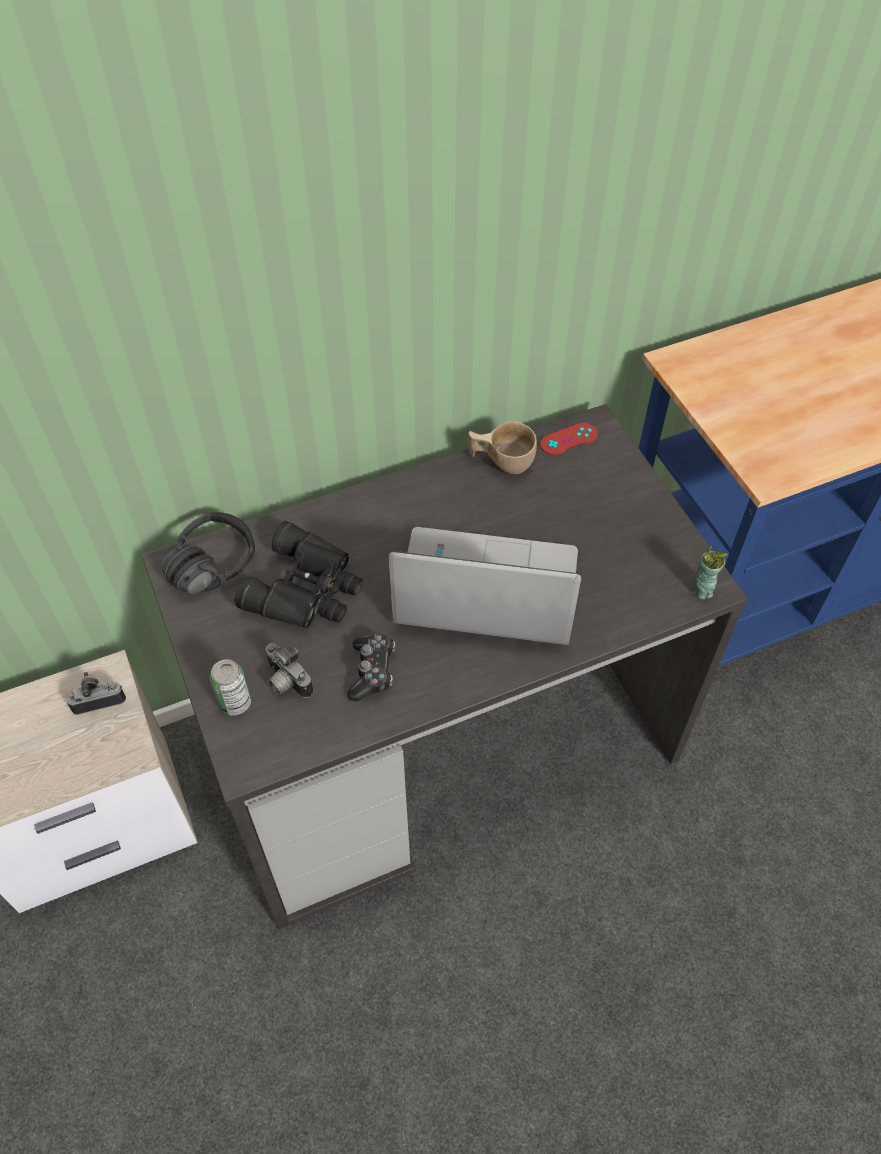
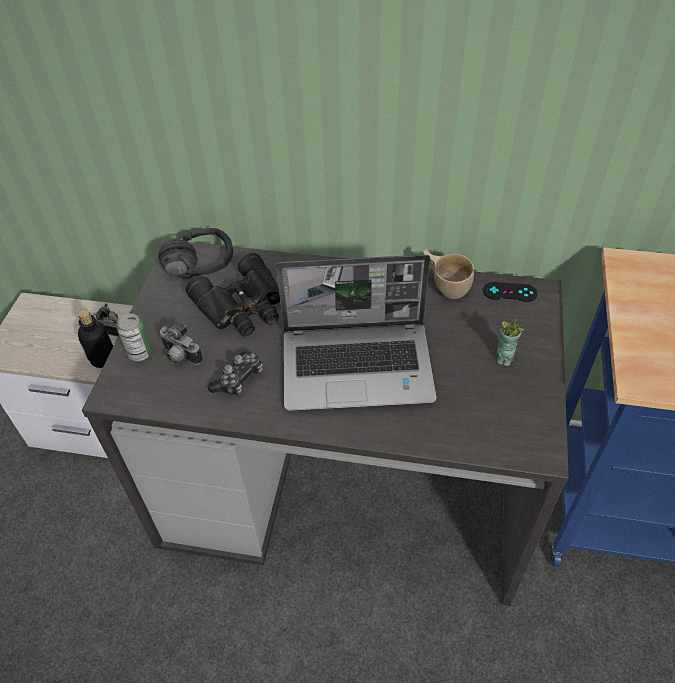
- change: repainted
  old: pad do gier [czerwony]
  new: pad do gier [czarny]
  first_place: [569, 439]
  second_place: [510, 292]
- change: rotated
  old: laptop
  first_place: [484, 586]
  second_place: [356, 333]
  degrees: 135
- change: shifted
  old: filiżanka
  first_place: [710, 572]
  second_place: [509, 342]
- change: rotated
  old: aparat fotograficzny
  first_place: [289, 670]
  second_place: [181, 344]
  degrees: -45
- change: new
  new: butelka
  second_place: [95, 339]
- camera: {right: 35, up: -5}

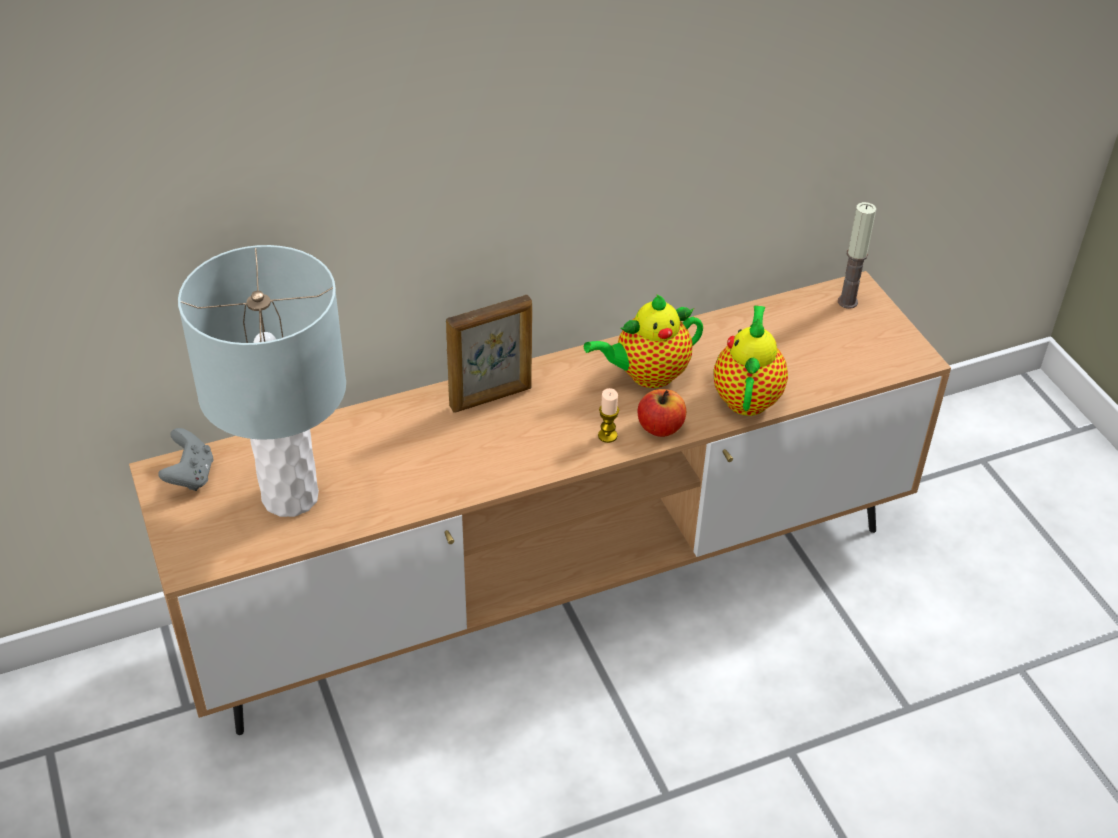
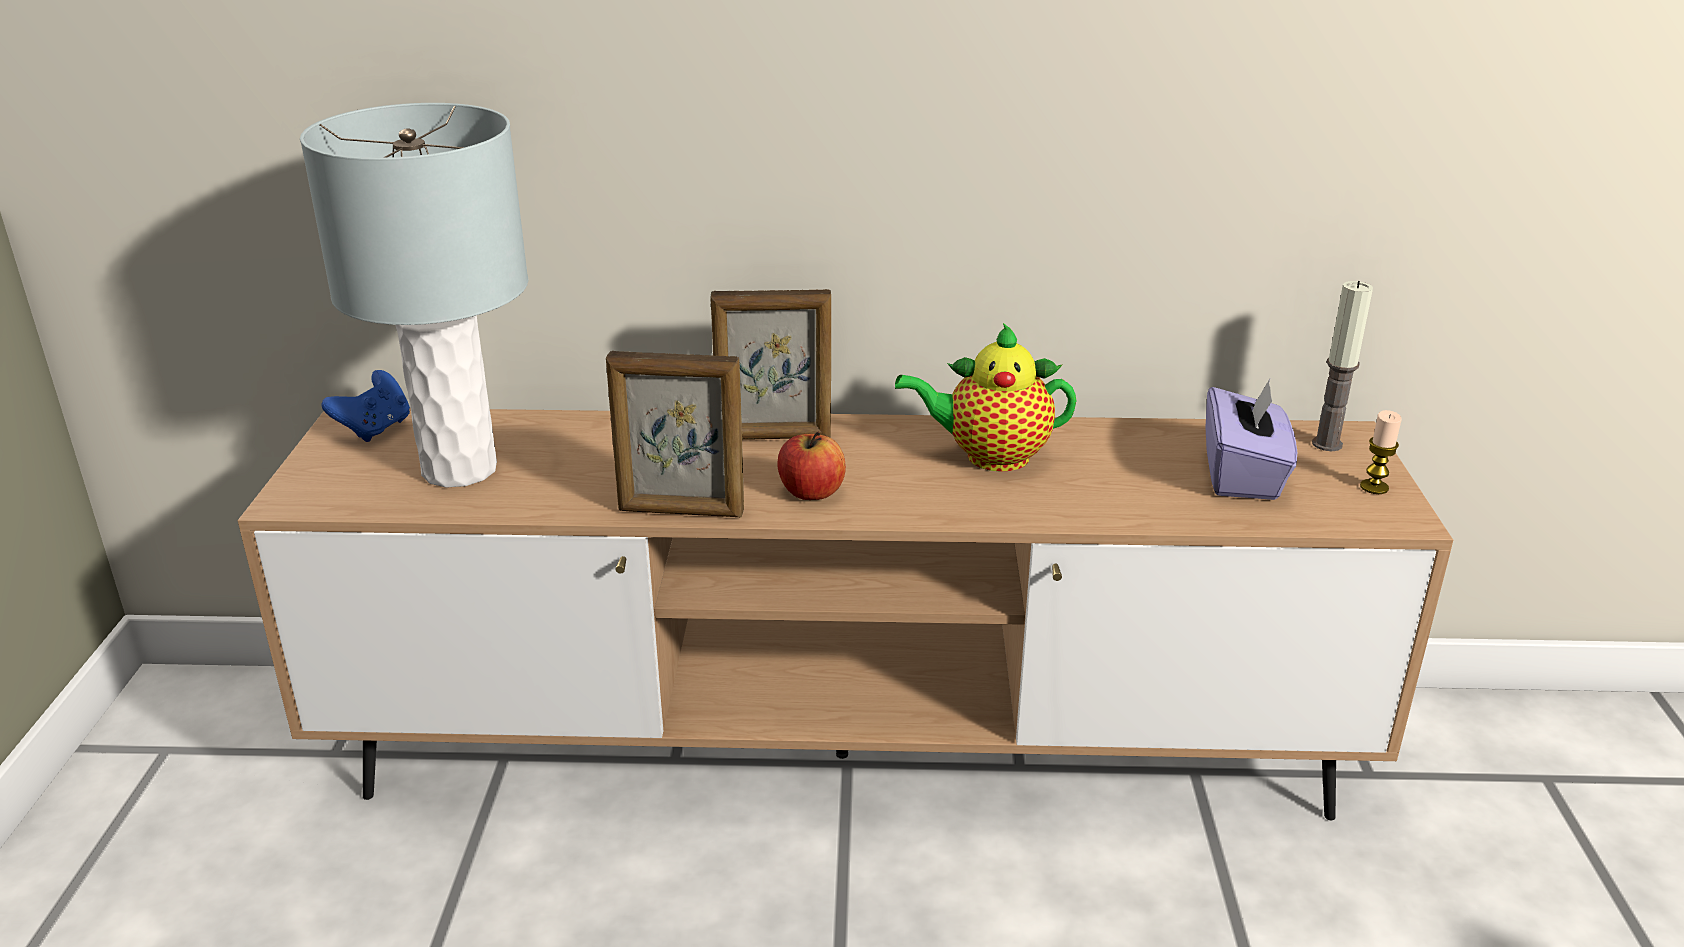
- change: gone
  old: imbryk
  first_place: [751, 360]
- change: shifted
  old: świeca
  first_place: [608, 415]
  second_place: [1381, 452]
- change: shifted
  old: jabłko
  first_place: [662, 413]
  second_place: [811, 466]
- change: repainted
  old: pad do gier [szary]
  new: pad do gier [niebieski]
  first_place: [185, 459]
  second_place: [365, 406]
- change: new
  new: ramka na zdjęcie
  second_place: [675, 434]
- change: new
  new: pudełko chusteczek [fioletowy]
  second_place: [1251, 439]
- camera: {right: 25, up: -15}

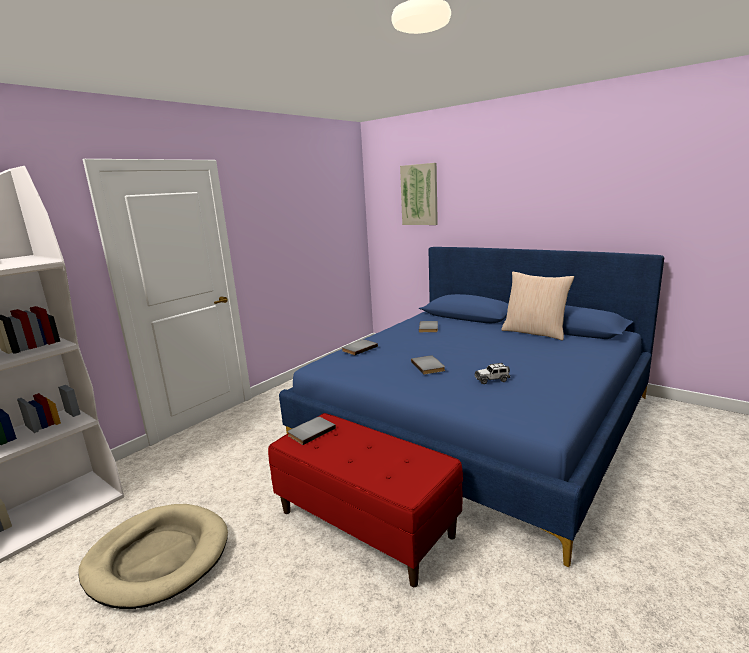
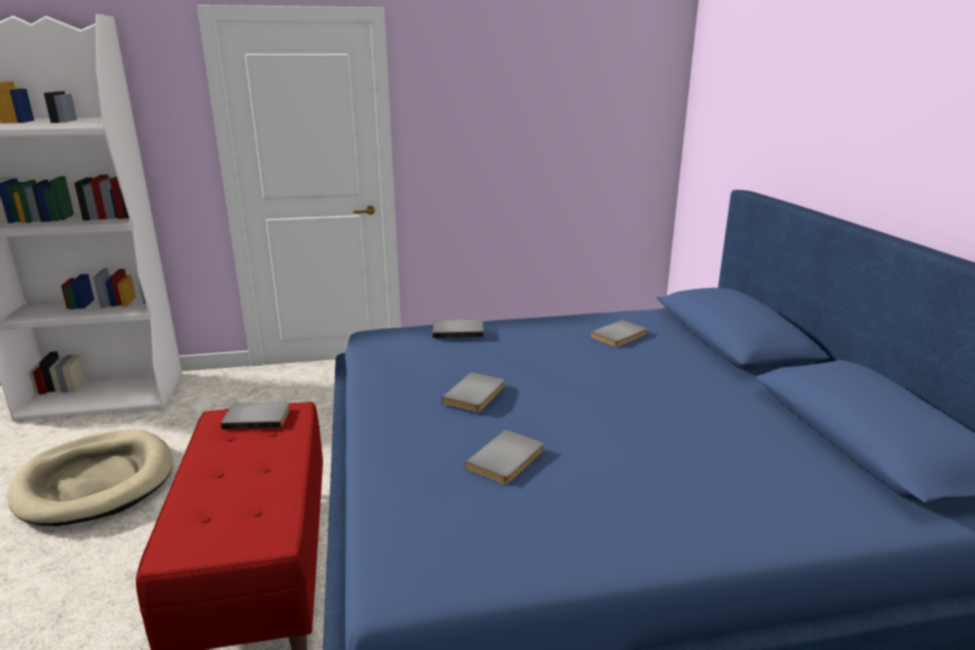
- change: gone
  old: obraz
  first_place: [419, 194]
- change: gone
  old: poduszka [beżowy]
  first_place: [537, 306]
- change: swapped
  old: samochodzik
  new: książka [szary]
  first_place: [492, 373]
  second_place: [504, 457]
- camera: {right: 40, up: 5}

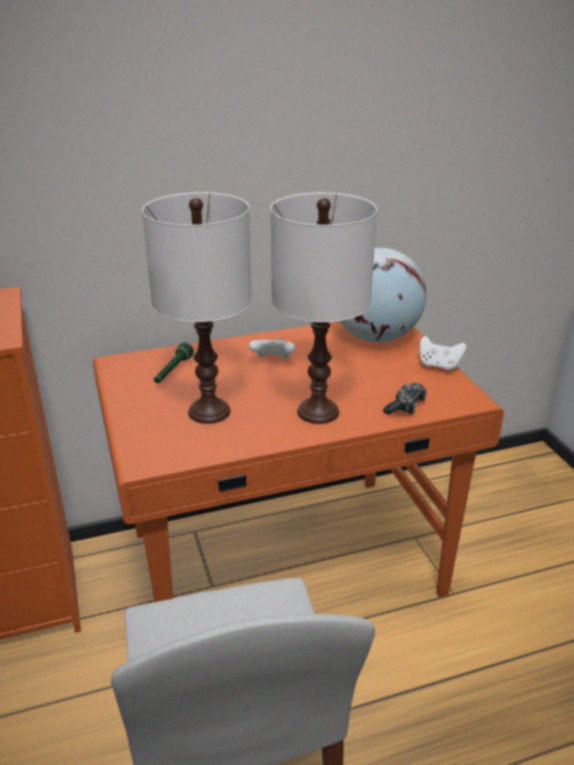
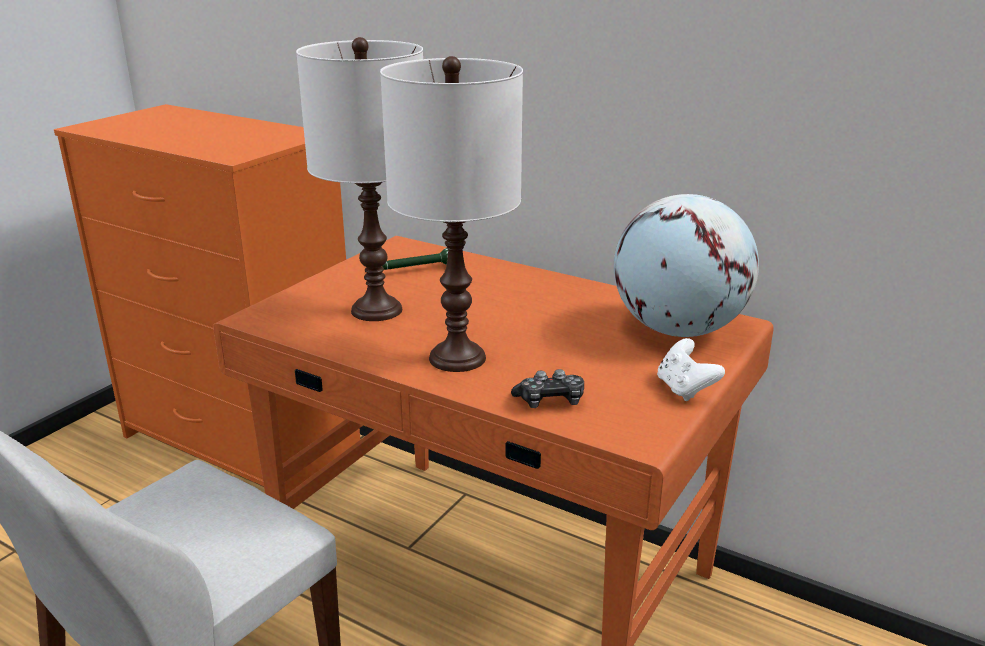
- change: gone
  old: pad do gier [biały]
  first_place: [272, 348]
- camera: {right: 50, up: -5}

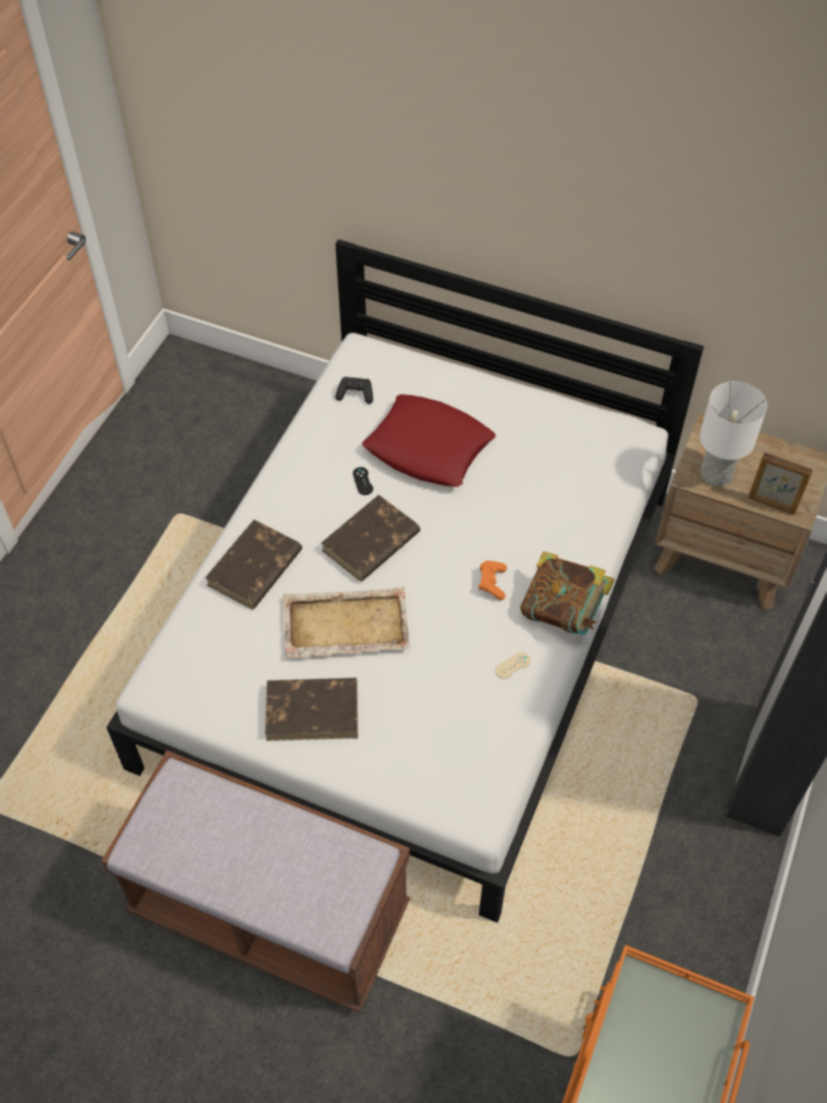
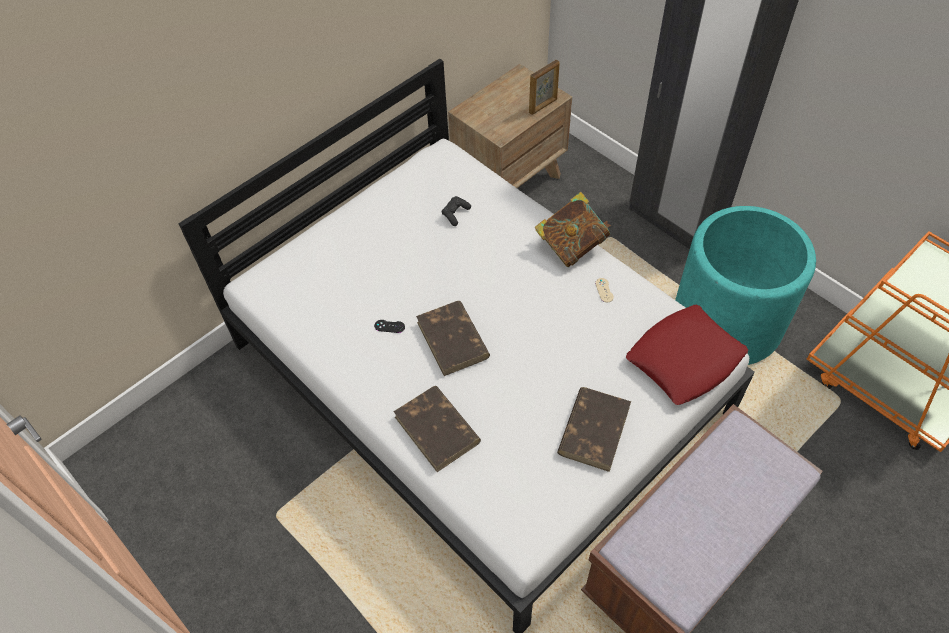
- change: shifted
  old: pad do gier [czarny]
  first_place: [354, 390]
  second_place: [456, 211]
- change: gone
  old: lampa stołowa [biały]
  first_place: [733, 433]
- change: shifted
  old: poduszka [czerwony]
  first_place: [429, 440]
  second_place: [687, 354]
- change: gone
  old: pad do gier [pomarańczowy]
  first_place: [493, 580]
- change: gone
  old: taca [beżowy]
  first_place: [346, 622]
- change: new
  new: donica [turkusowy]
  second_place: [745, 285]
- camera: {right: -65, up: 0}

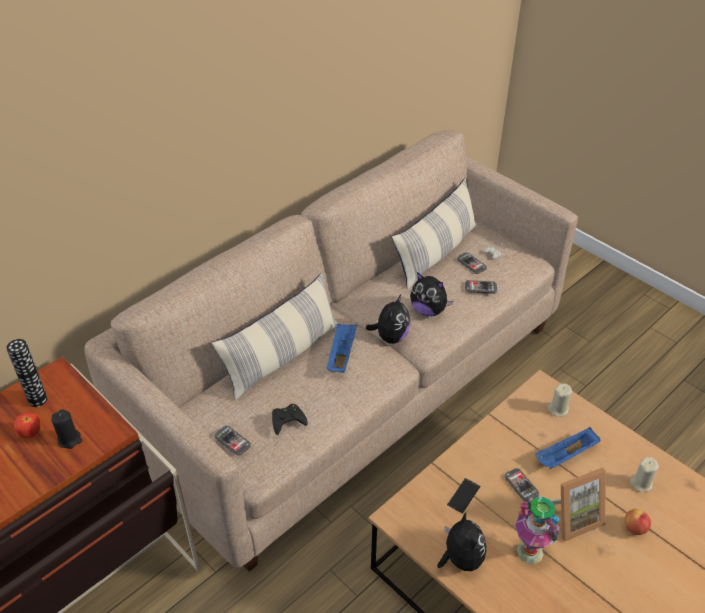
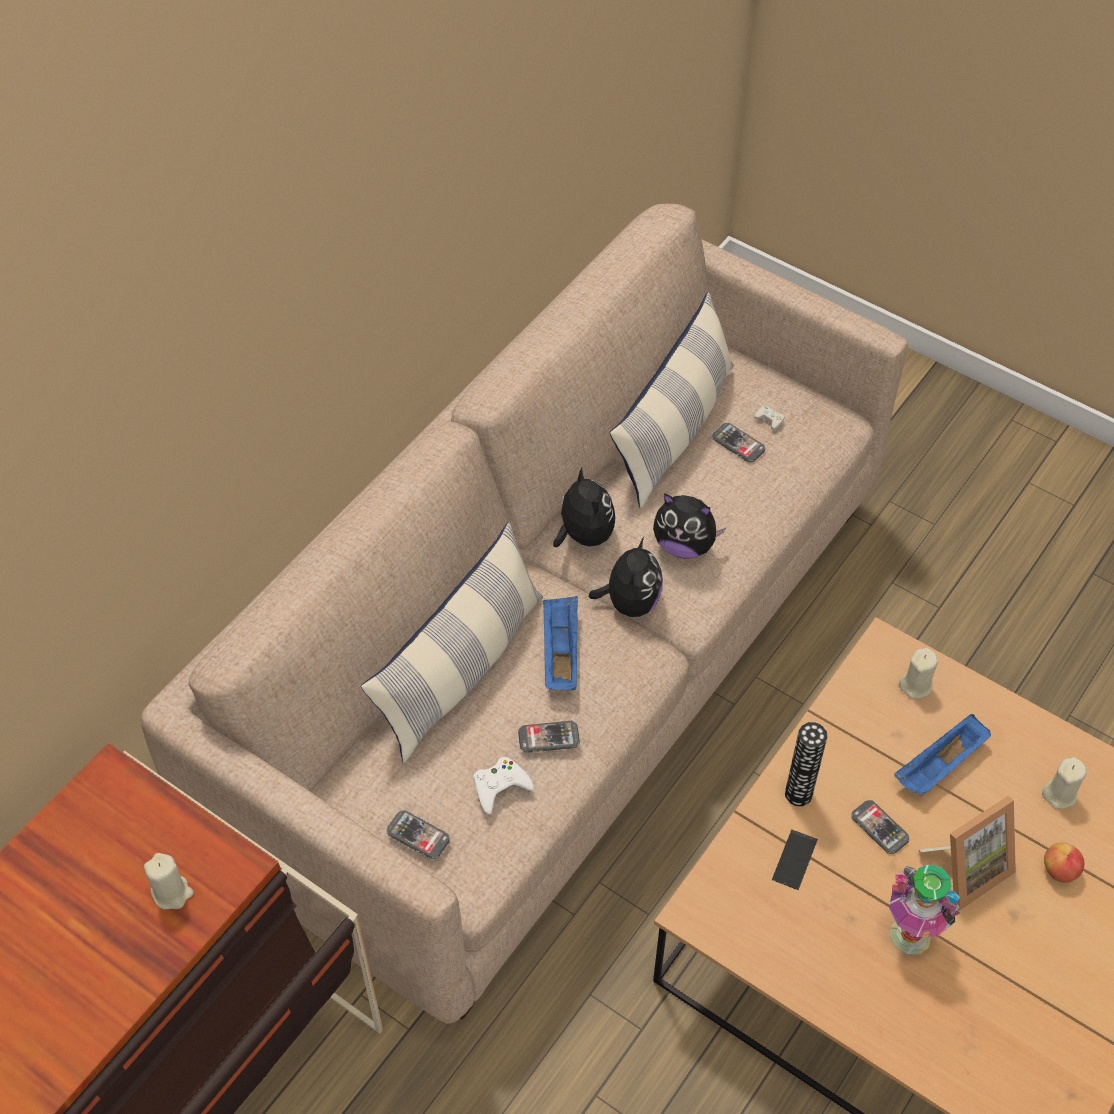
- change: shifted
  old: telefon
  first_place: [481, 287]
  second_place: [549, 737]
- change: shifted
  old: wazon
  first_place: [26, 373]
  second_place: [806, 764]
- change: repainted
  old: pad do gier [czarny]
  new: pad do gier [biały]
  first_place: [290, 419]
  second_place: [503, 785]
- change: repainted
  old: świeca [czarny]
  new: świeca [beżowy]
  first_place: [66, 429]
  second_place: [168, 881]
- change: gone
  old: jabłko
  first_place: [27, 425]
- change: shifted
  old: pluszak
  first_place: [461, 541]
  second_place: [584, 507]
- camera: {right: -10, up: 10}

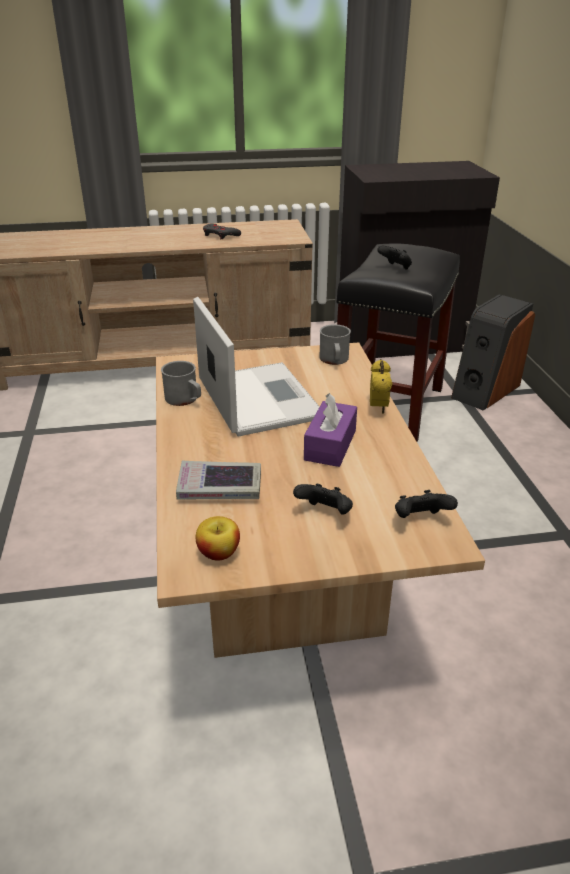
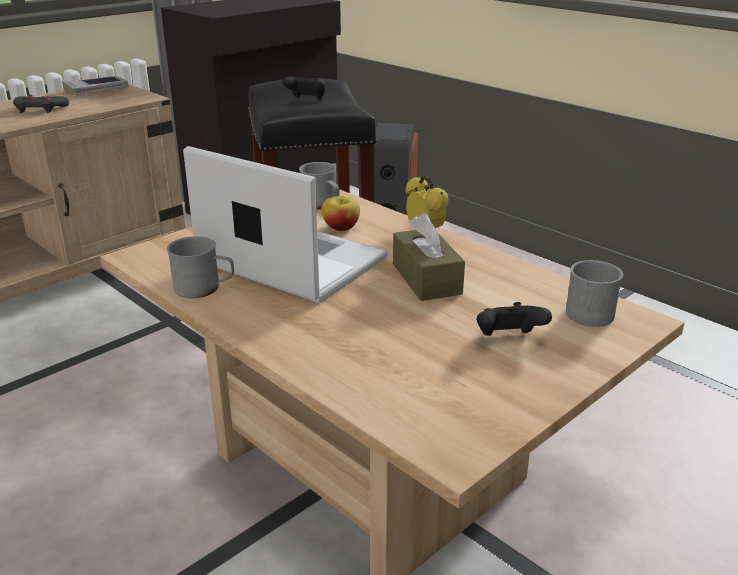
- change: repainted
  old: pudełko chusteczek [fioletowy]
  new: pudełko chusteczek [brązowy]
  first_place: [330, 430]
  second_place: [429, 257]
- change: shifted
  old: książka
  first_place: [218, 480]
  second_place: [95, 85]
- change: swapped
  old: pad do gier [czarny]
  new: kubek [szary]
  first_place: [426, 504]
  second_place: [594, 293]
- change: shifted
  old: jabłko
  first_place: [217, 538]
  second_place: [340, 213]
- camera: {right: -35, up: -5}

